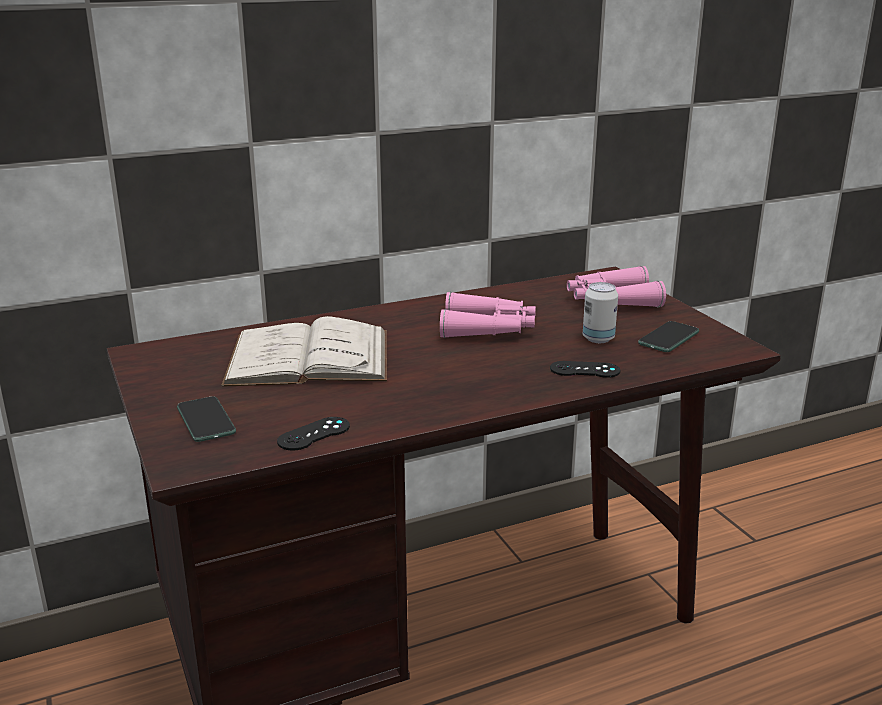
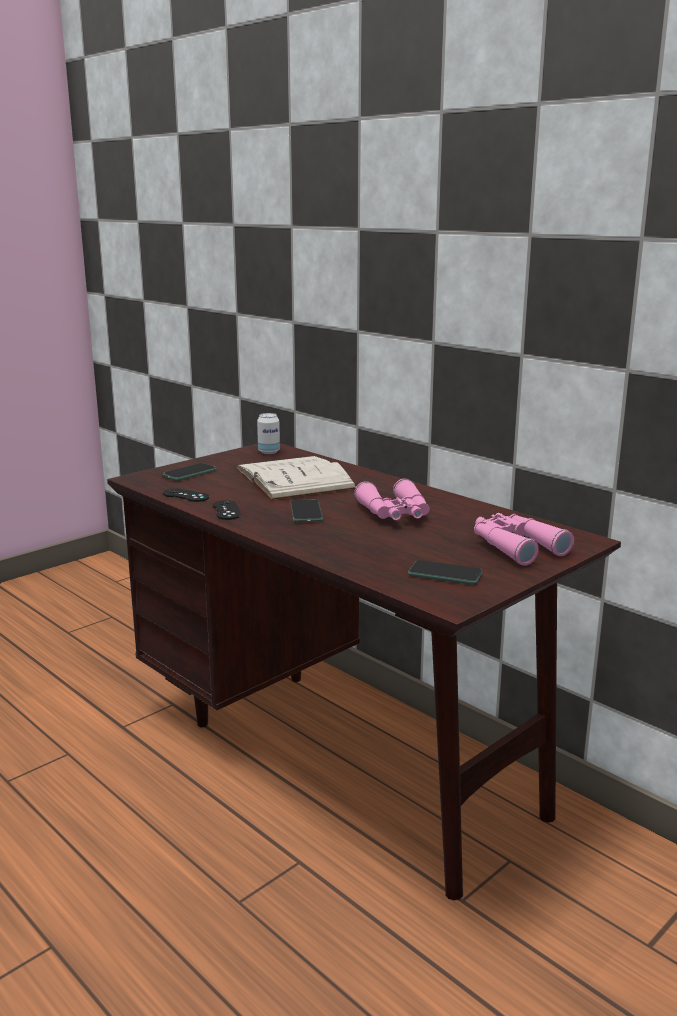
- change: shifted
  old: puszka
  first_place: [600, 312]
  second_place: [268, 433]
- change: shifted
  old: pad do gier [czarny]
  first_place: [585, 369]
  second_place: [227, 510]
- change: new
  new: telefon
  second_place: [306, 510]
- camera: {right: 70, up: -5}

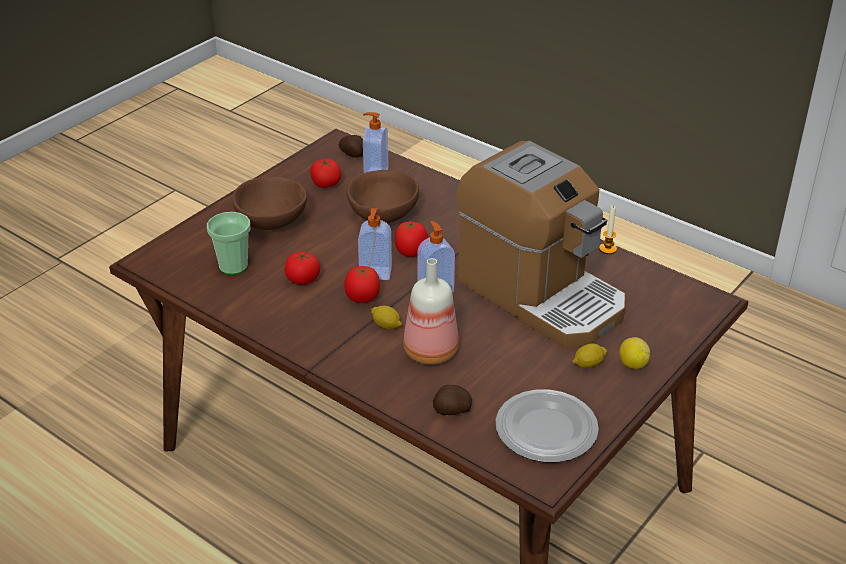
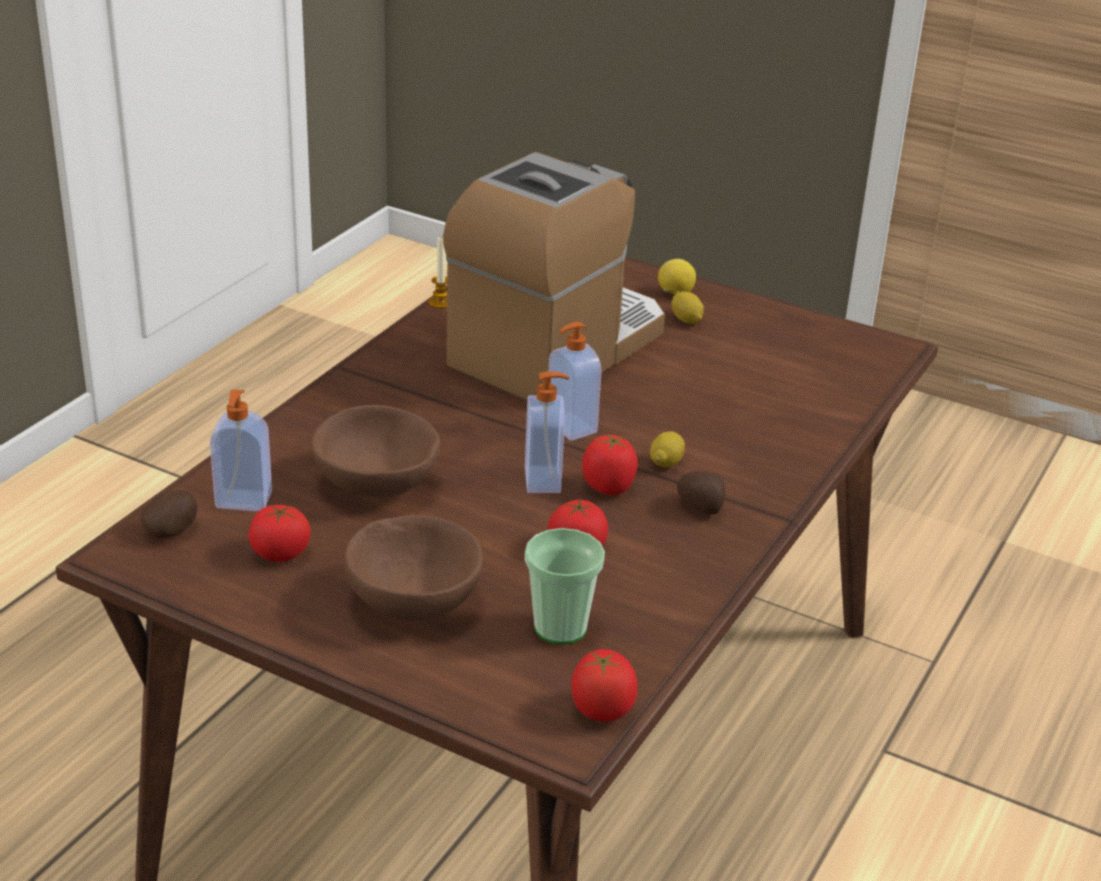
- change: shifted
  old: pomidor
  first_place: [411, 238]
  second_place: [604, 685]
- change: gone
  old: butelka
  first_place: [431, 311]
- change: shifted
  old: ziemniak
  first_place: [452, 400]
  second_place: [701, 493]
- change: gone
  old: talerz
  first_place: [547, 426]
- camera: {right: -100, up: -5}

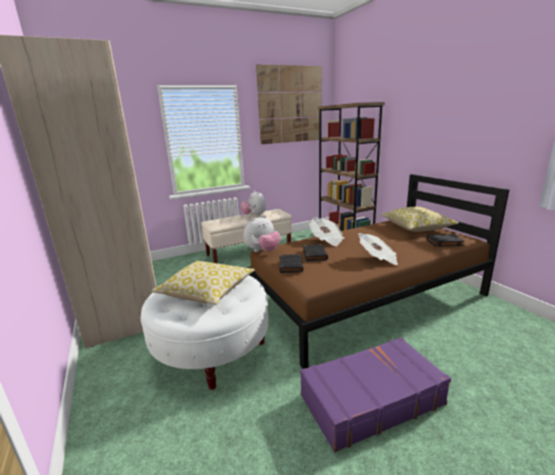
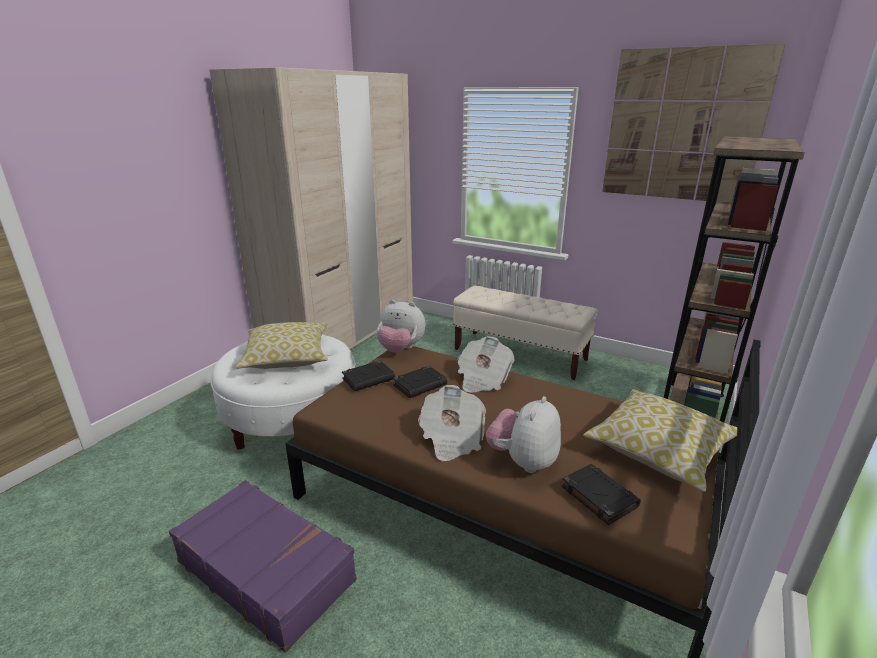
- change: shifted
  old: pluszak
  first_place: [253, 203]
  second_place: [523, 434]
- camera: {right: 55, up: 5}

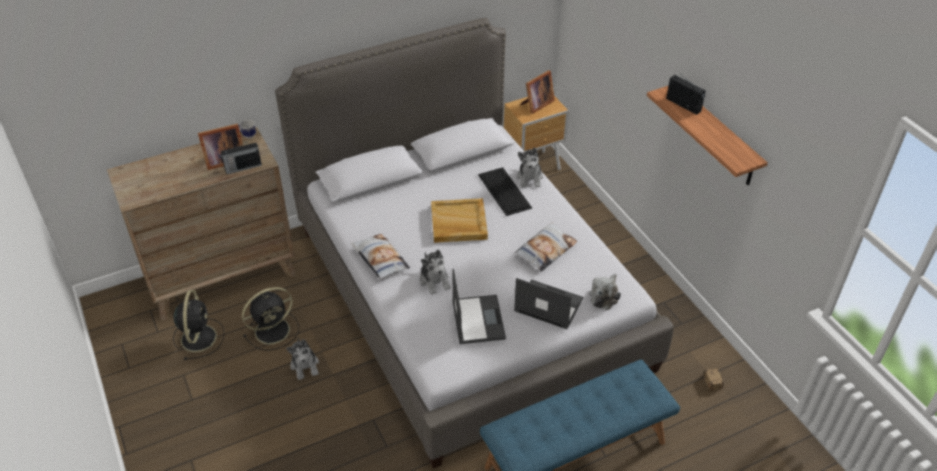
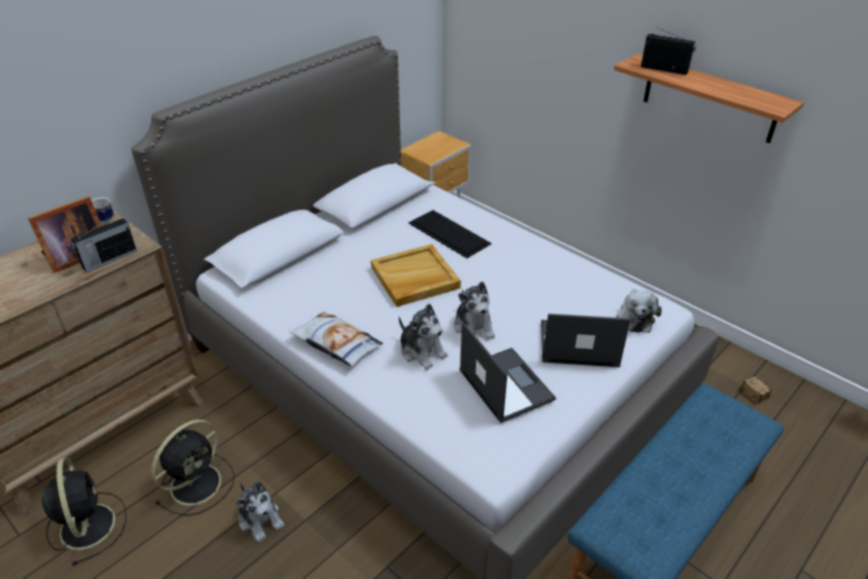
- change: gone
  old: ramka na zdjęcie
  first_place: [538, 92]
- change: shifted
  old: pluszak
  first_place: [530, 167]
  second_place: [474, 311]
- change: gone
  old: poduszka
  first_place: [546, 247]
- camera: {right: -20, up: -5}

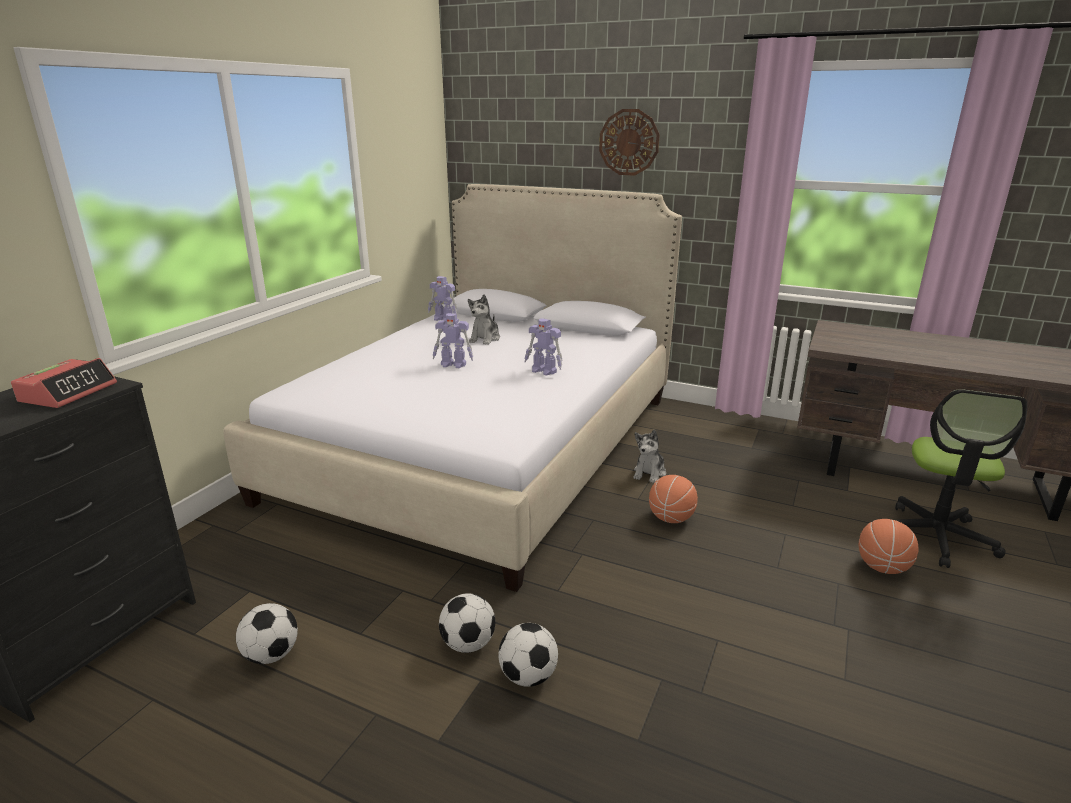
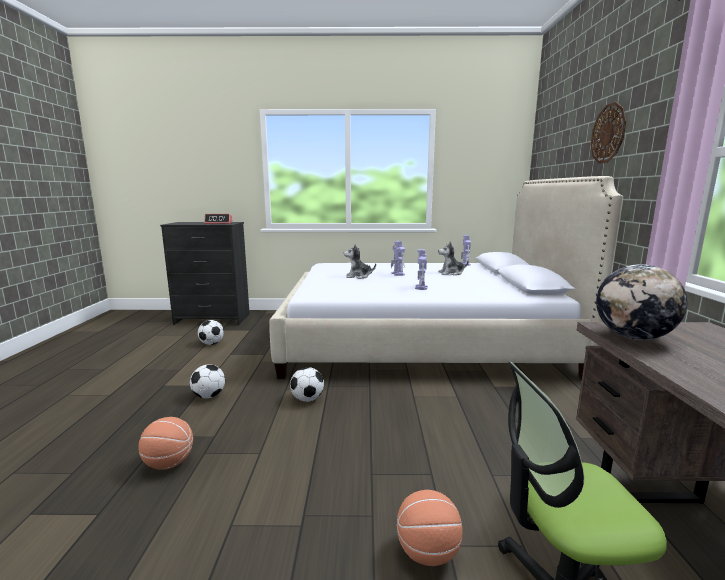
- change: shifted
  old: pluszak
  first_place: [649, 456]
  second_place: [360, 261]
- change: shifted
  old: piłka do koszykówki
  first_place: [673, 499]
  second_place: [165, 443]
- change: shifted
  old: piłka futbolowa
  first_place: [467, 623]
  second_place: [307, 384]
- change: new
  new: globus
  second_place: [641, 302]
- camera: {right: 65, up: -10}

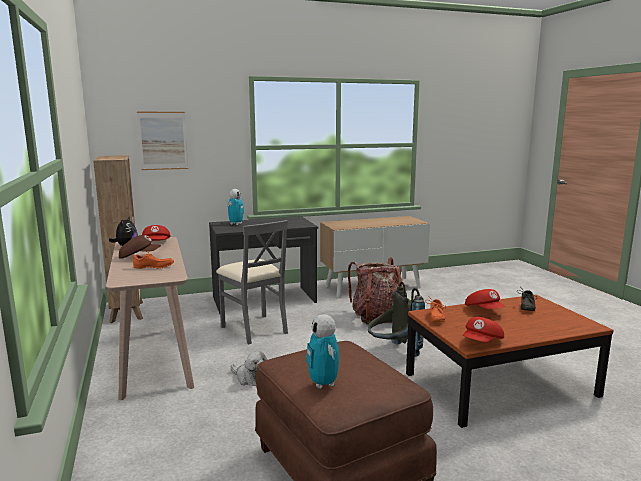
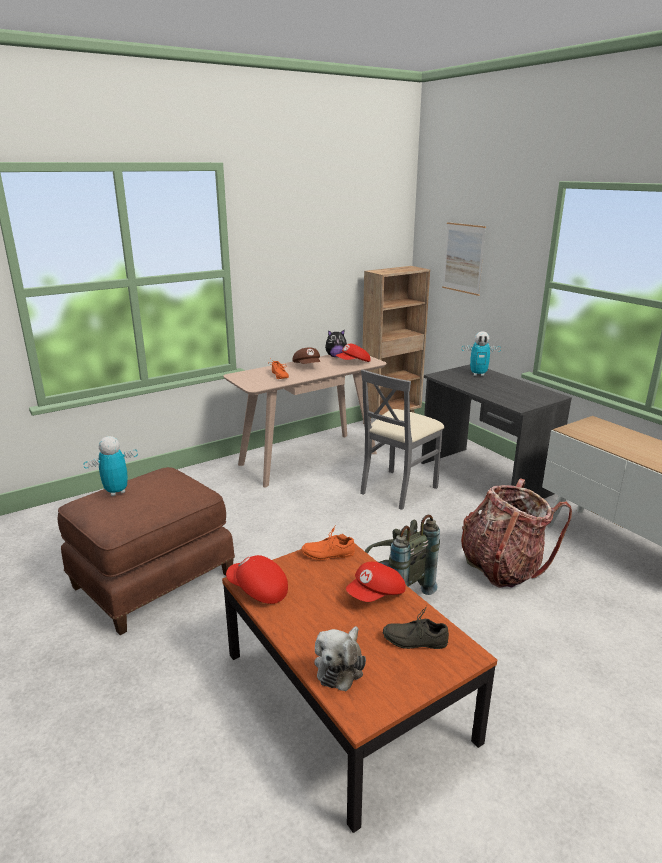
- change: shifted
  old: pluszak
  first_place: [249, 368]
  second_place: [340, 658]
- camera: {right: 75, up: 10}

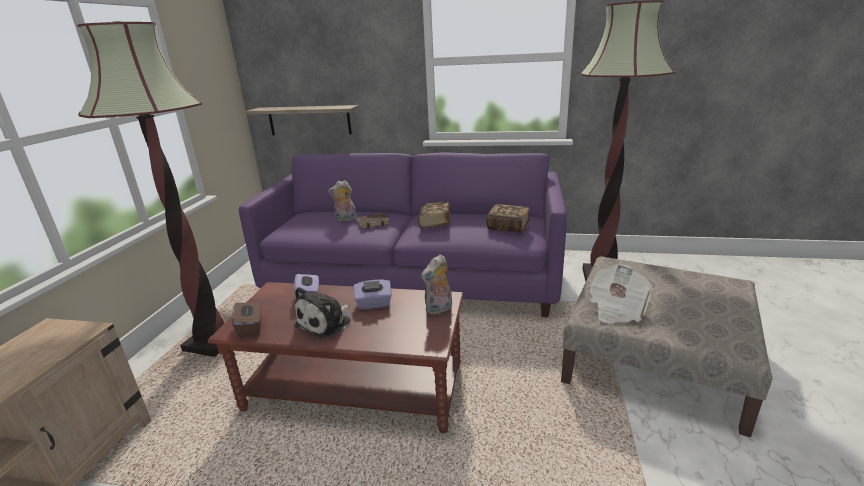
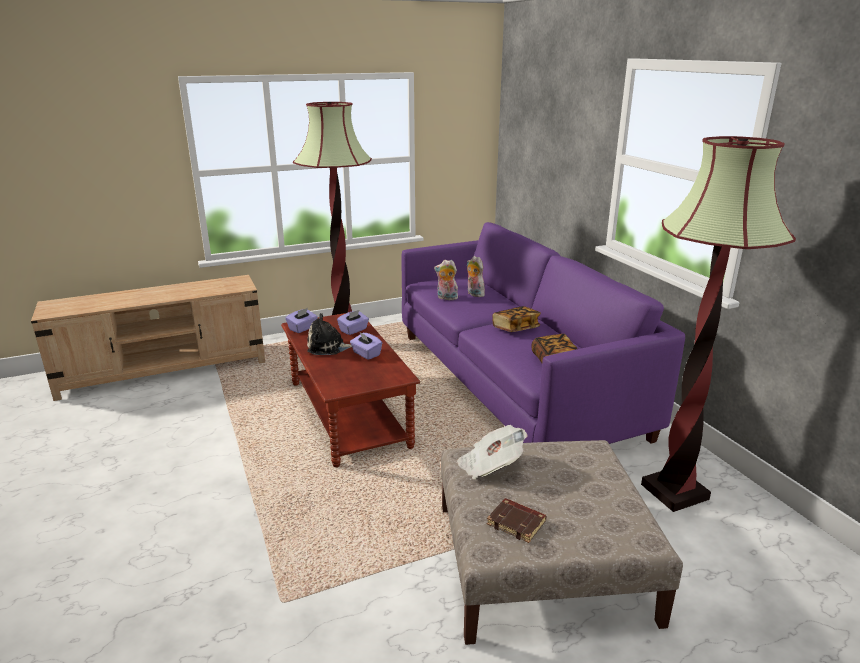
- change: gone
  old: półka
  first_place: [302, 120]
- change: shifted
  old: książka [brązowy]
  first_place: [373, 221]
  second_place: [517, 520]
- change: shifted
  old: pluszak
  first_place: [436, 284]
  second_place: [446, 280]
- change: repainted
  old: pudełko chusteczek [brązowy]
  new: pudełko chusteczek [fioletowy]
  first_place: [246, 318]
  second_place: [301, 320]
- camera: {right: 55, up: 0}

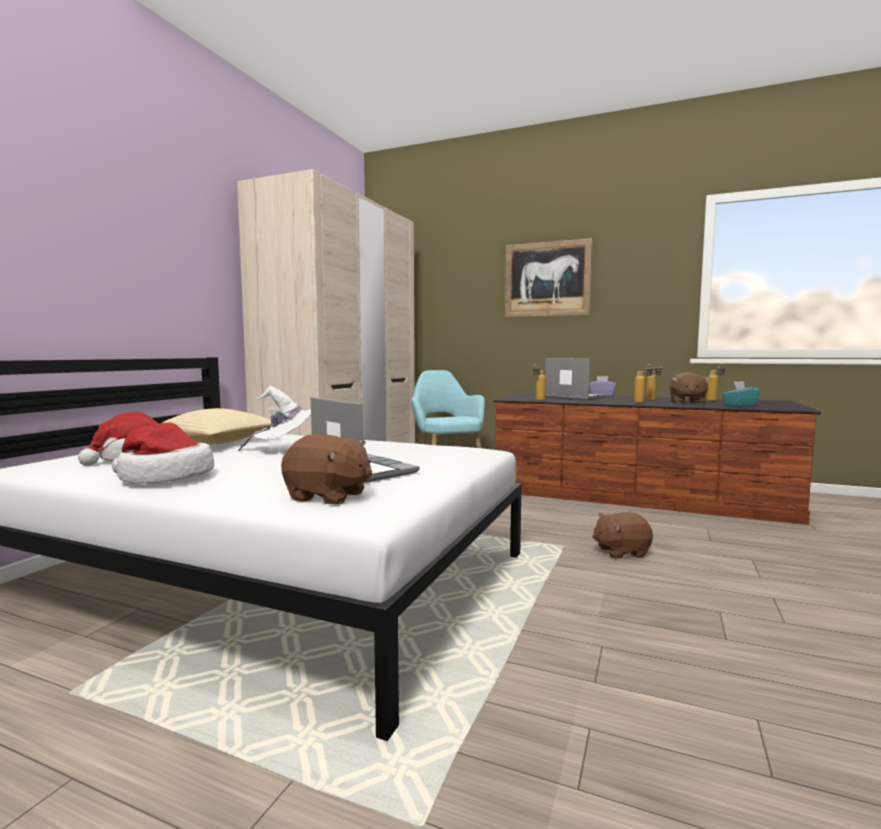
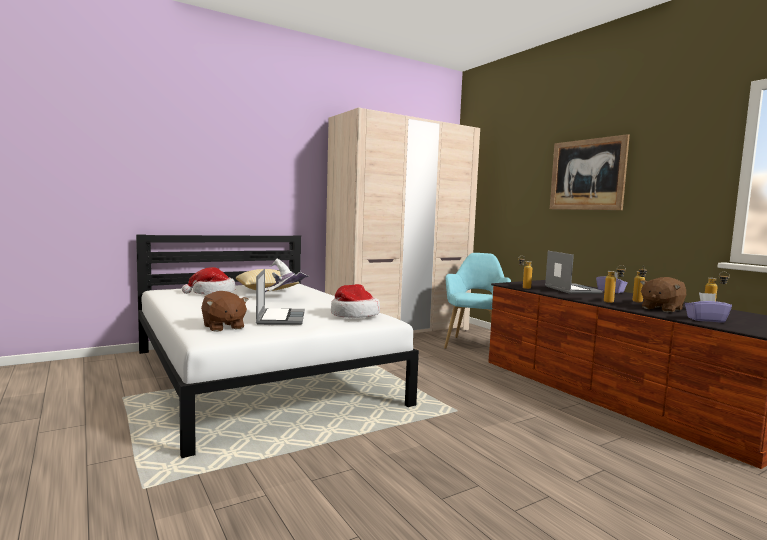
- change: repainted
  old: pudełko chusteczek [turkusowy]
  new: pudełko chusteczek [fioletowy]
  first_place: [741, 394]
  second_place: [708, 307]
- change: shifted
  old: kapelusz
  first_place: [163, 453]
  second_place: [355, 301]
- change: gone
  old: pluszak [brązowy]
  first_place: [622, 535]
- camera: {right: 35, up: 0}

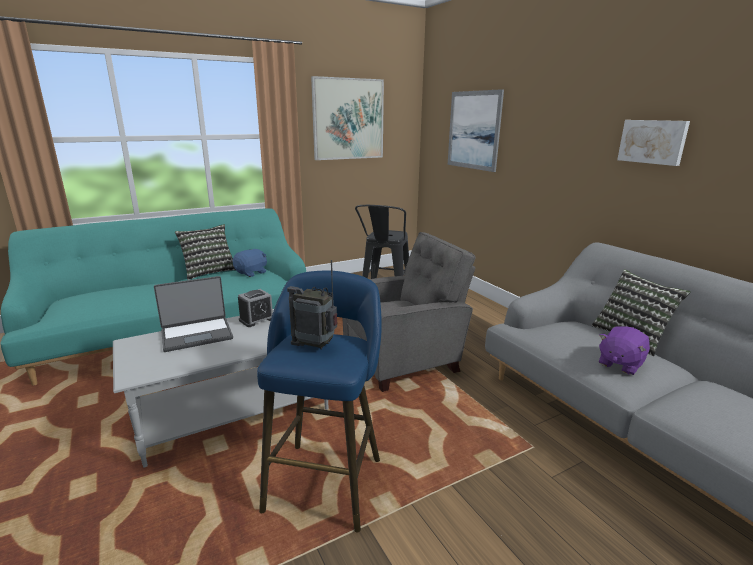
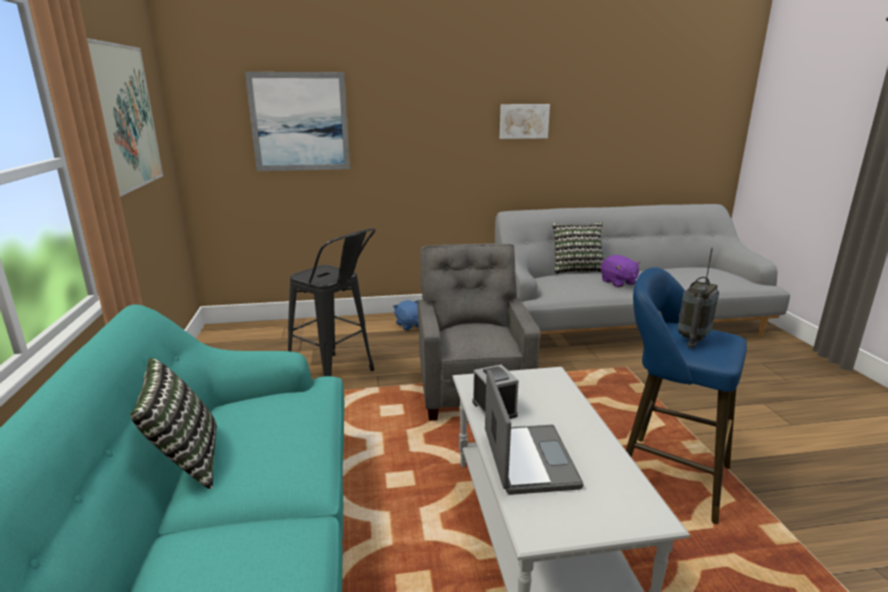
- change: shifted
  old: pluszak [niebieski]
  first_place: [250, 263]
  second_place: [406, 315]
- camera: {right: -70, up: 0}

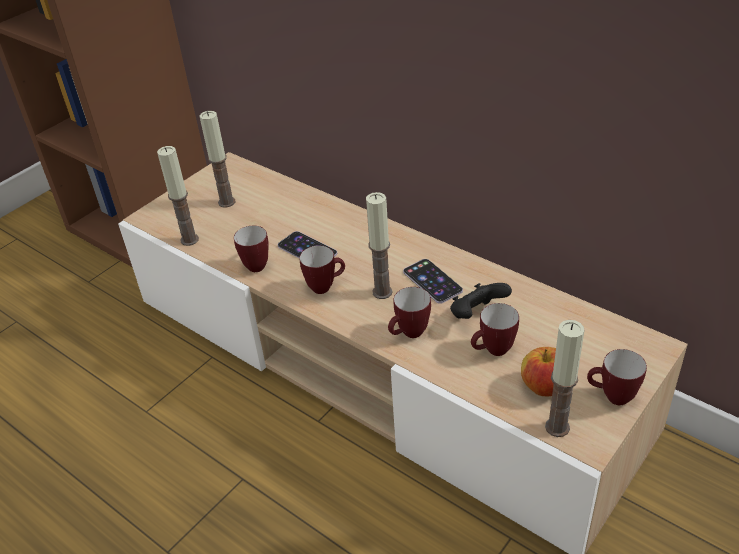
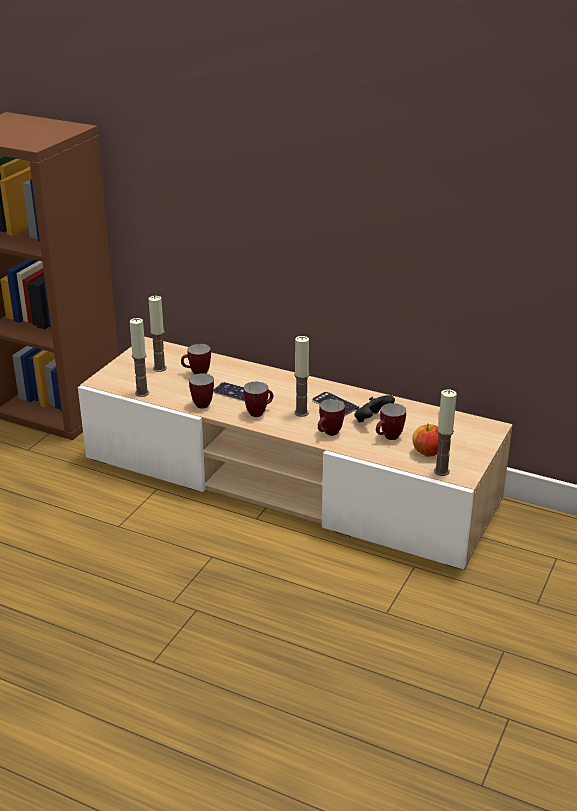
- change: shifted
  old: kubek
  first_place: [617, 377]
  second_place: [196, 359]
- camera: {right: -15, up: -10}

